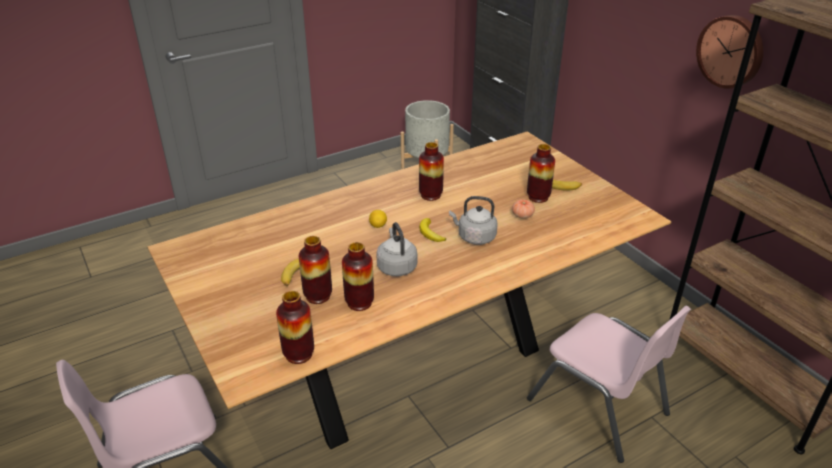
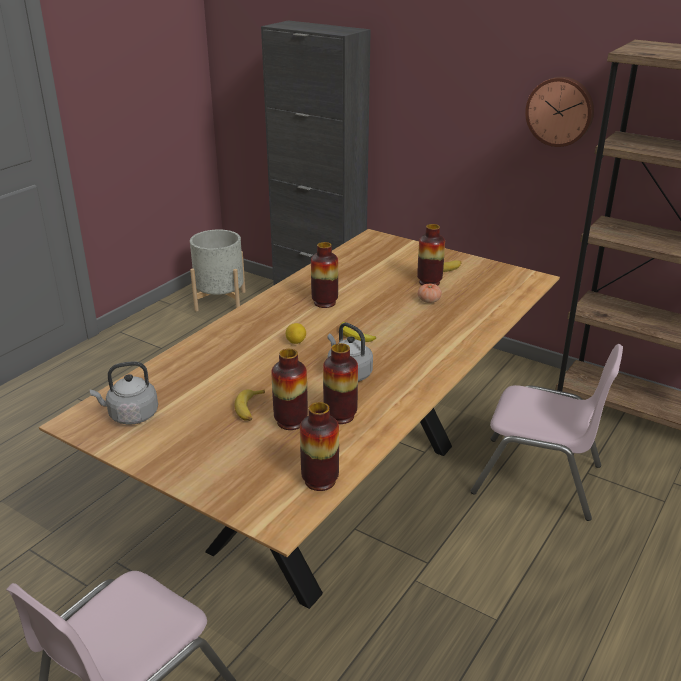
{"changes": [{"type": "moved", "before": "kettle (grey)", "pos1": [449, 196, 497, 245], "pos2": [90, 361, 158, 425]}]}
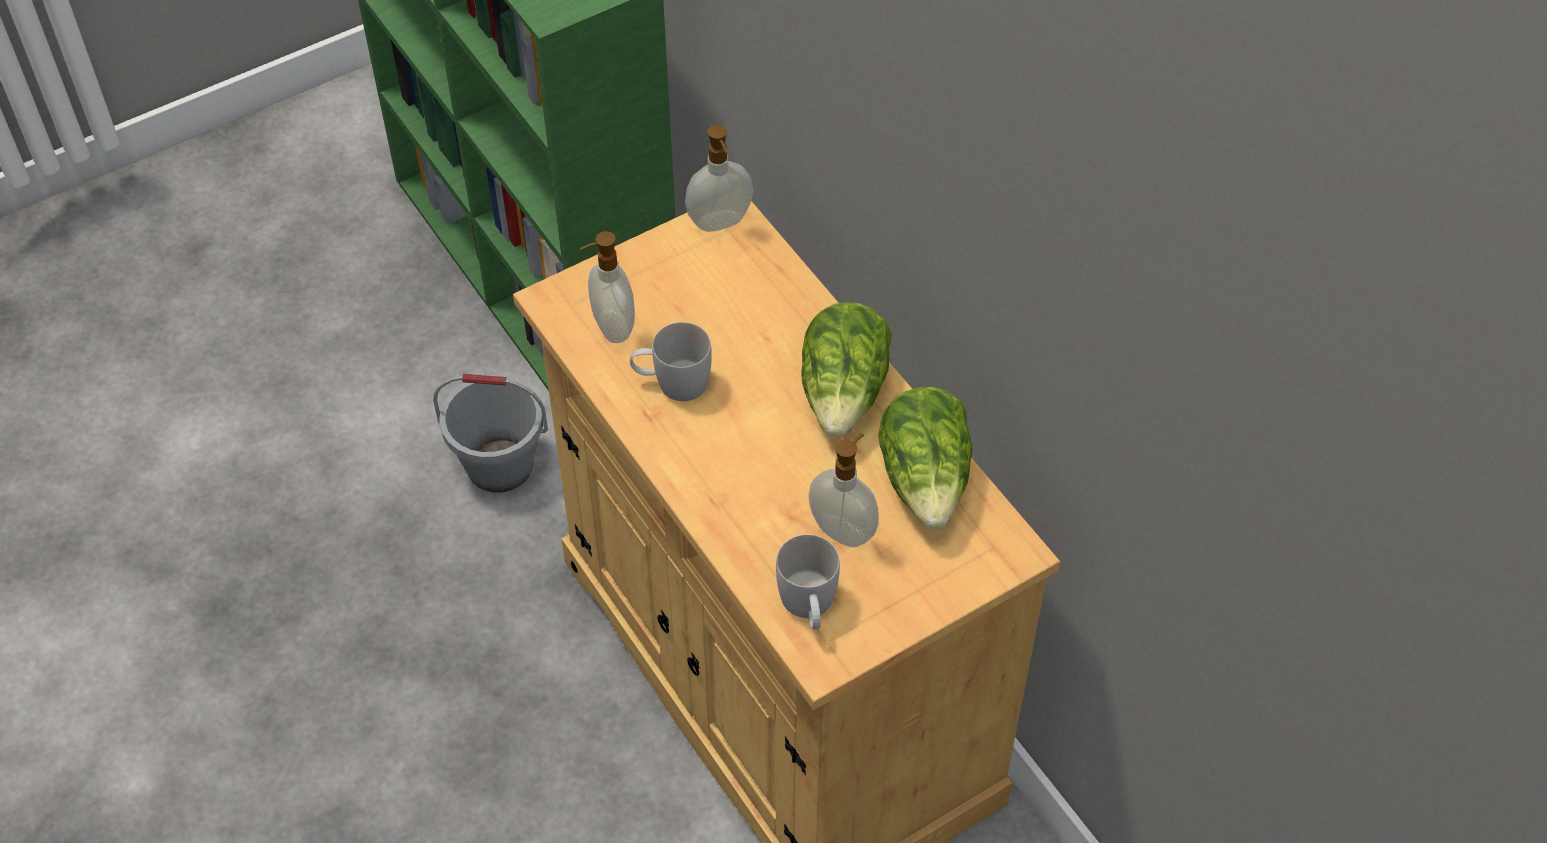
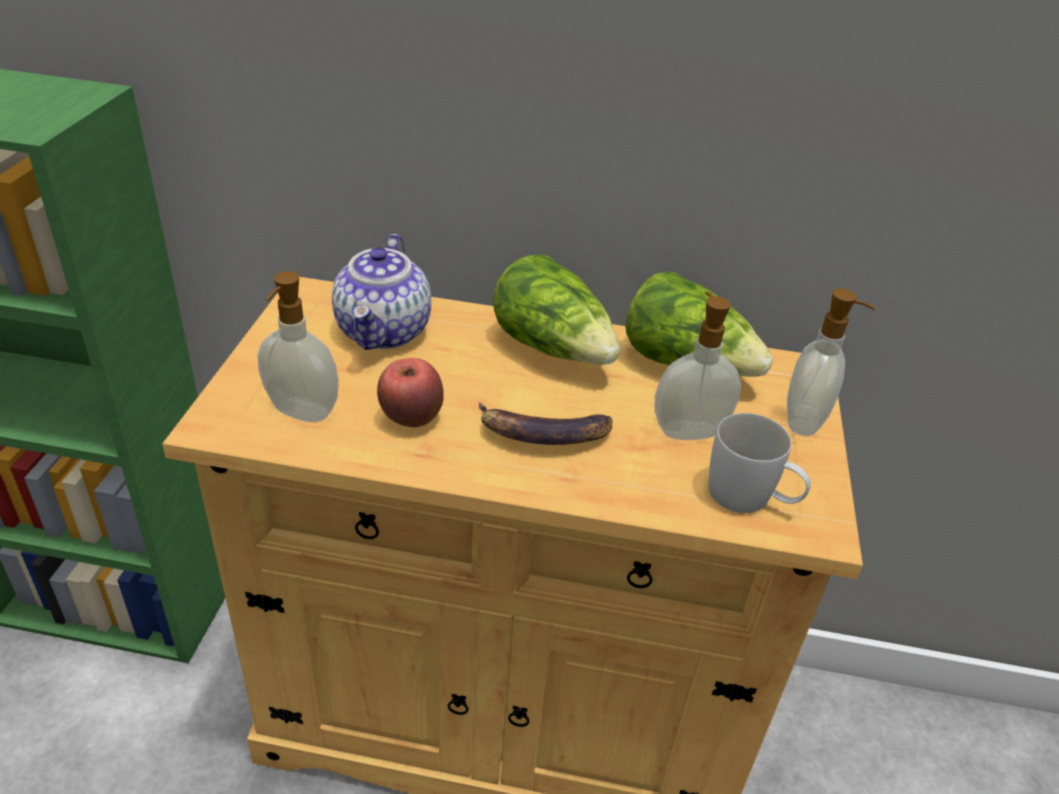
{"changes": [{"type": "removed", "before": "bucket (grey)", "pos1": [433, 374, 548, 493]}, {"type": "replaced", "before": "mug (white)", "after": "apple", "pos1": [630, 322, 712, 401], "pos2": [377, 358, 444, 427]}, {"type": "moved", "before": "soap dispenser", "pos1": [685, 125, 753, 232], "pos2": [787, 288, 875, 436]}, {"type": "added", "after": "teapot", "pos2": [332, 234, 431, 350]}, {"type": "added", "after": "banana", "pos2": [479, 402, 612, 445]}]}
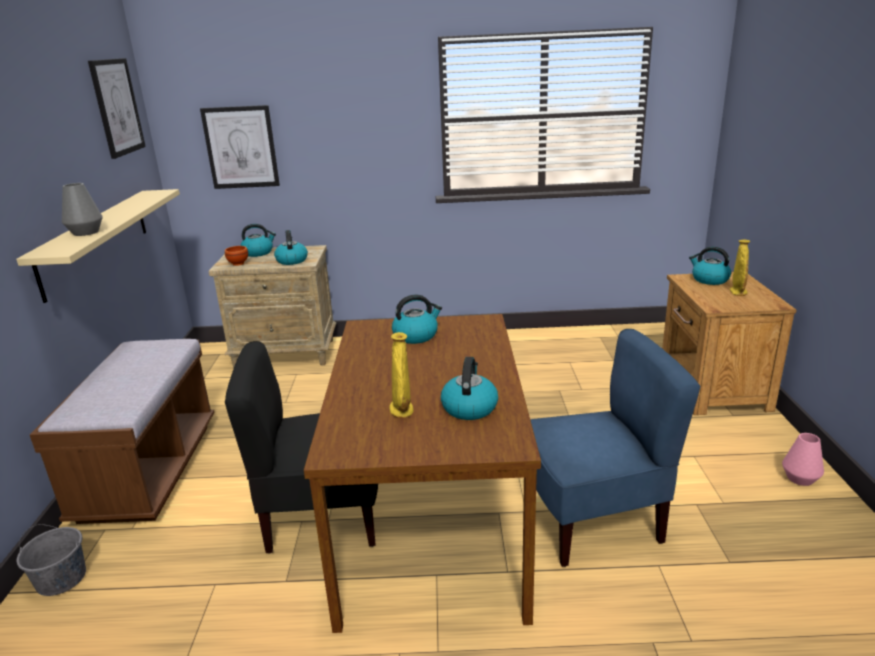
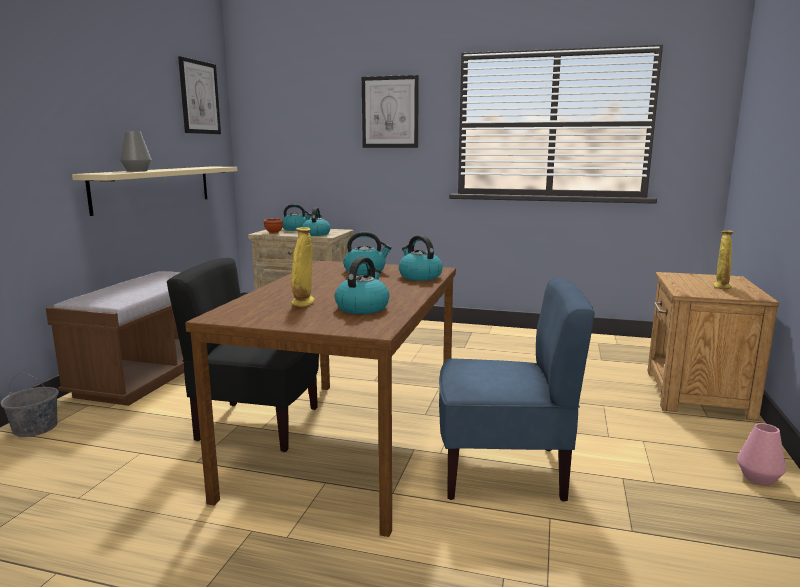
{"changes": [{"type": "moved", "before": "picture", "pos1": [200, 105, 280, 189], "pos2": [362, 75, 419, 148]}, {"type": "moved", "before": "kettle", "pos1": [689, 247, 731, 285], "pos2": [399, 235, 443, 281]}]}
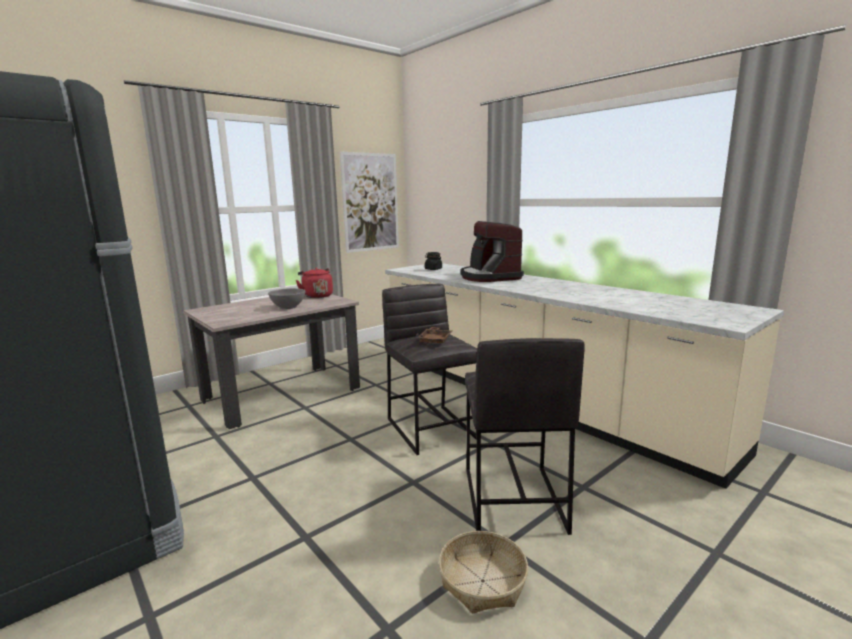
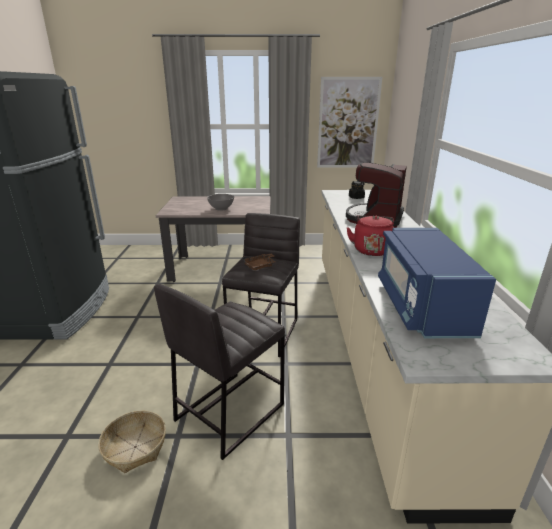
{"changes": [{"type": "moved", "before": "kettle (red)", "pos1": [296, 268, 333, 298], "pos2": [346, 215, 394, 256]}, {"type": "added", "after": "microwave (blue)", "pos2": [378, 228, 496, 338]}]}
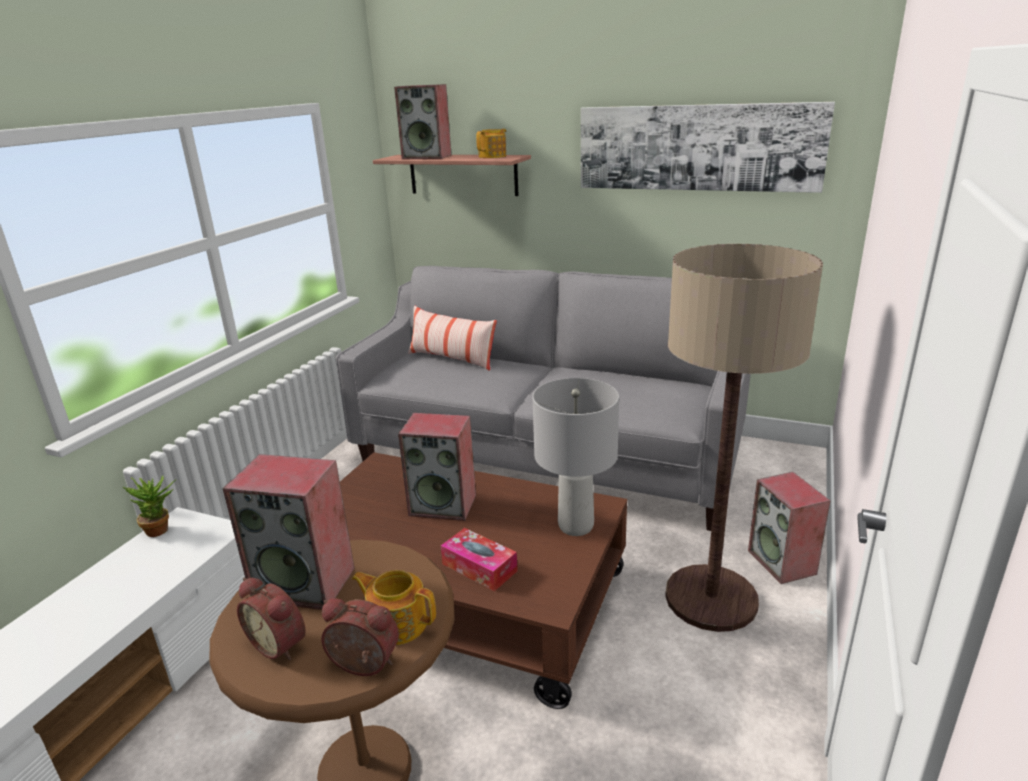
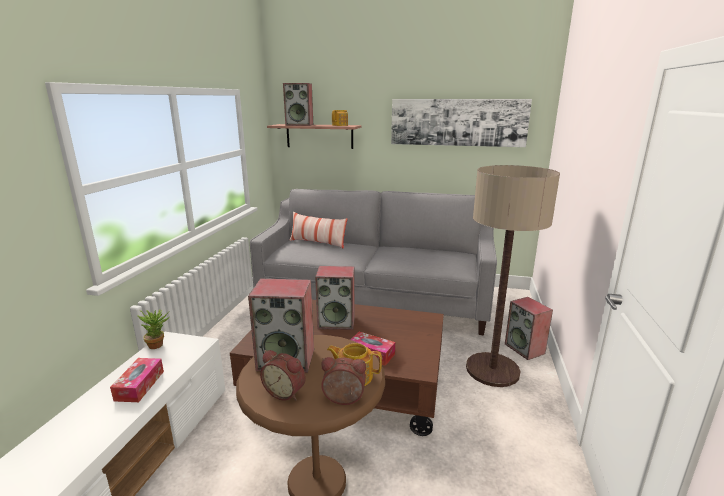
{"changes": [{"type": "removed", "before": "table lamp (grey)", "pos1": [533, 378, 619, 536]}, {"type": "added", "after": "tissue box", "pos2": [110, 358, 164, 402]}]}
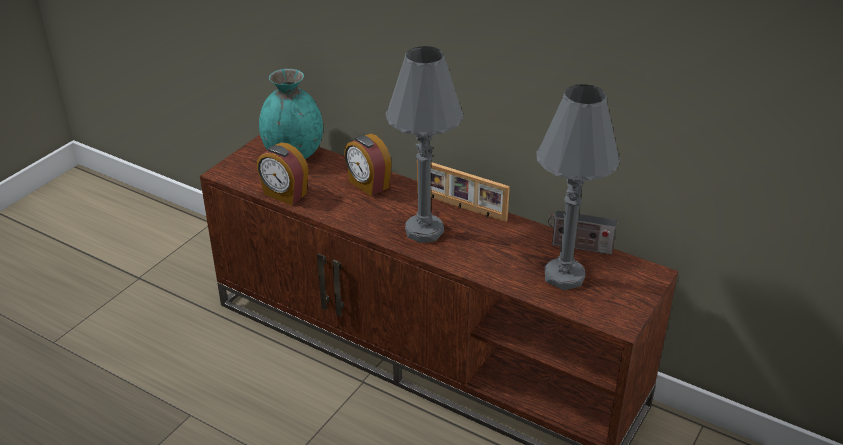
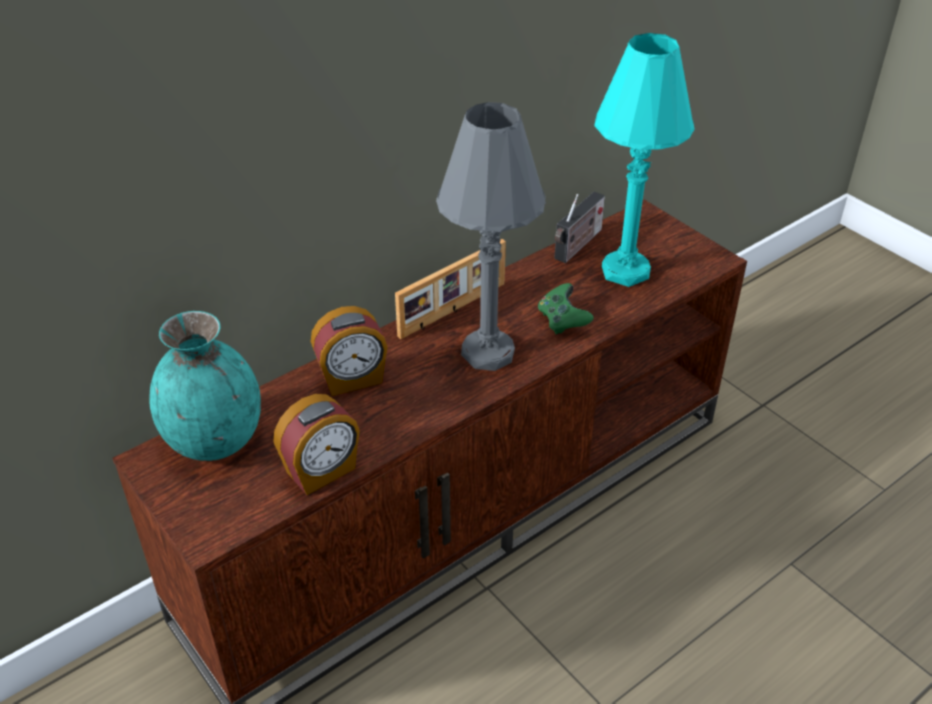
{"changes": [{"type": "recoloured", "before": "table lamp (grey)", "after": "table lamp (turquoise)", "pos1": [537, 84, 620, 290], "pos2": [594, 33, 694, 287]}, {"type": "added", "after": "game controller (green)", "pos2": [538, 283, 594, 335]}]}
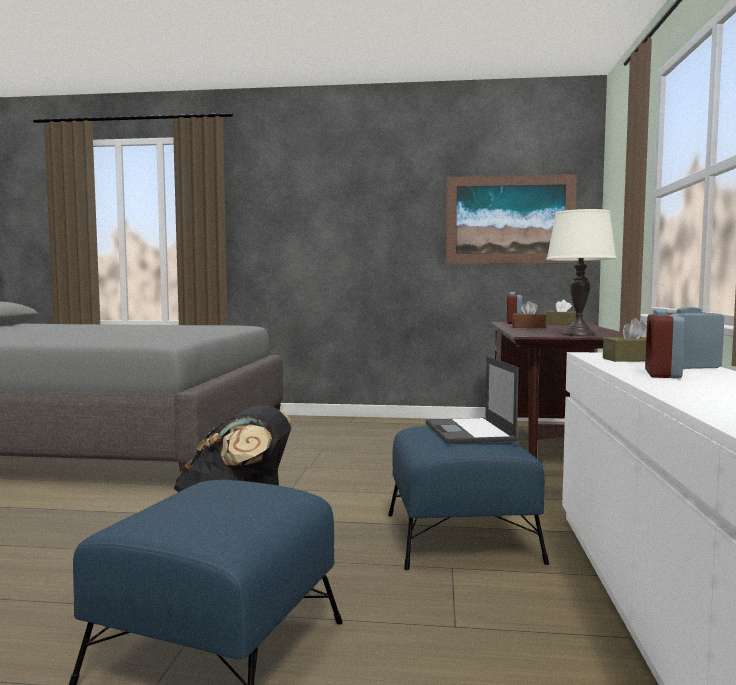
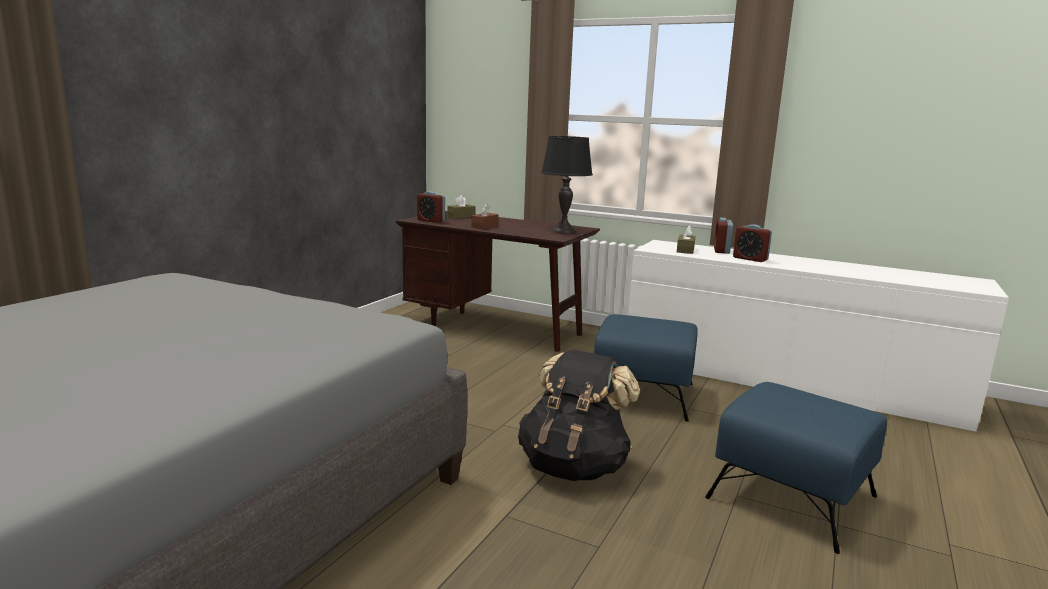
{"changes": [{"type": "removed", "before": "laptop", "pos1": [426, 356, 519, 444]}, {"type": "removed", "before": "picture", "pos1": [446, 174, 577, 264]}, {"type": "recoloured", "before": "table lamp (white)", "after": "table lamp (black)", "pos1": [546, 209, 617, 336], "pos2": [541, 136, 593, 233]}]}
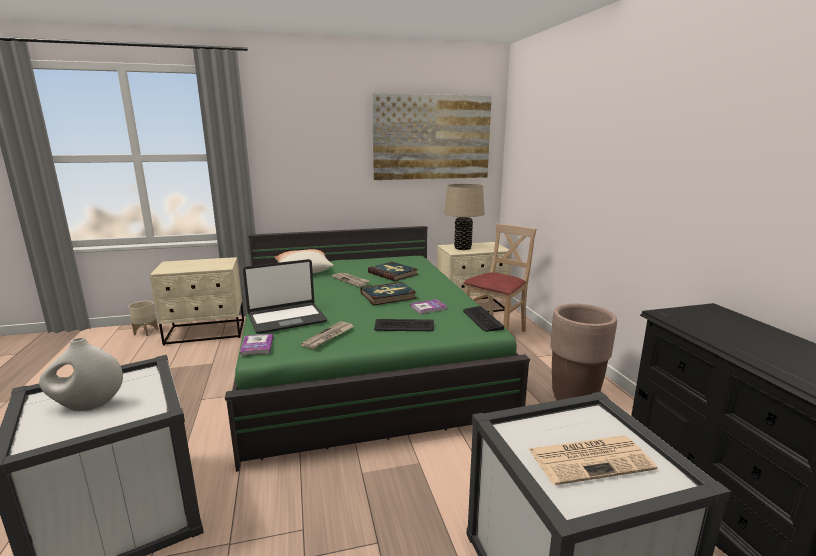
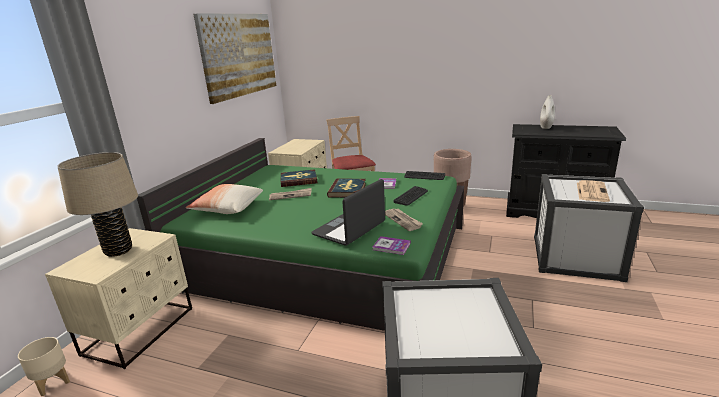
{"changes": [{"type": "moved", "before": "vase (white)", "pos1": [39, 338, 123, 411], "pos2": [540, 95, 555, 129]}, {"type": "turned", "before": "laptop", "pos1": [243, 259, 327, 334], "pos2": [311, 179, 385, 246], "turn": -150}, {"type": "moved", "before": "table lamp (beige)", "pos1": [444, 184, 485, 250], "pos2": [57, 152, 138, 257]}]}
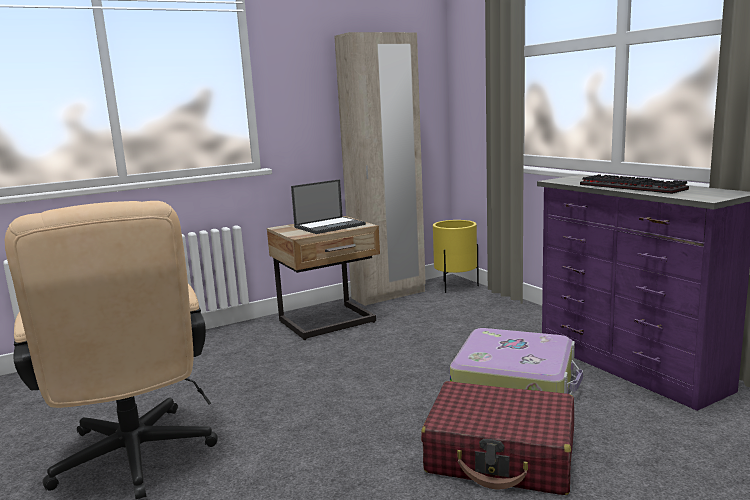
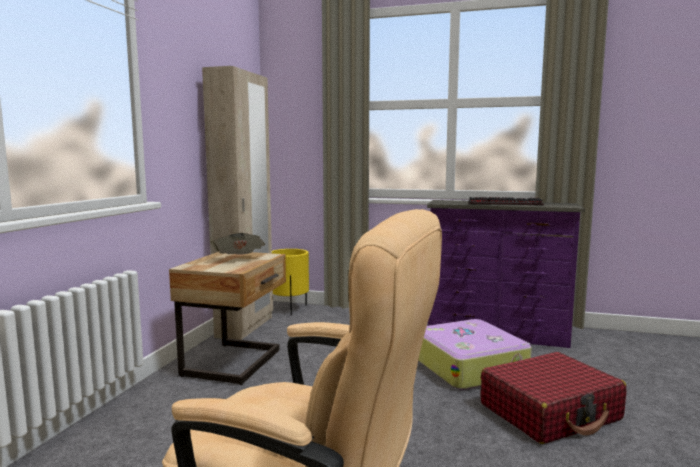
{"changes": [{"type": "replaced", "before": "laptop", "after": "newspaper", "pos1": [291, 179, 366, 234], "pos2": [211, 233, 265, 254]}]}
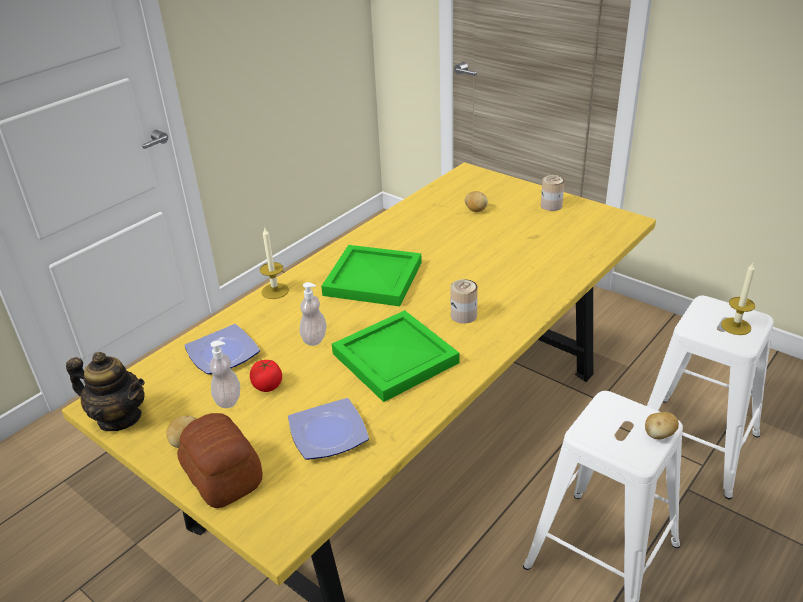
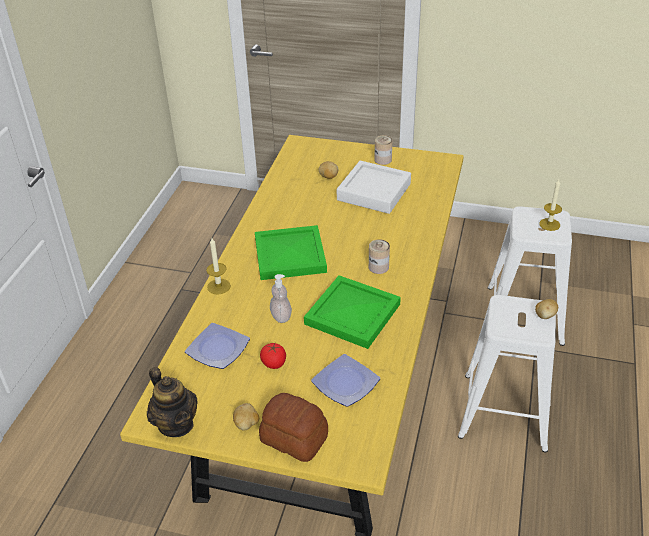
{"changes": [{"type": "turned", "before": "teapot", "pos1": [66, 352, 145, 431], "pos2": [147, 367, 198, 437], "turn": 60}, {"type": "removed", "before": "soap dispenser", "pos1": [210, 341, 240, 408]}, {"type": "added", "after": "tray (white)", "pos2": [337, 161, 411, 214]}]}
